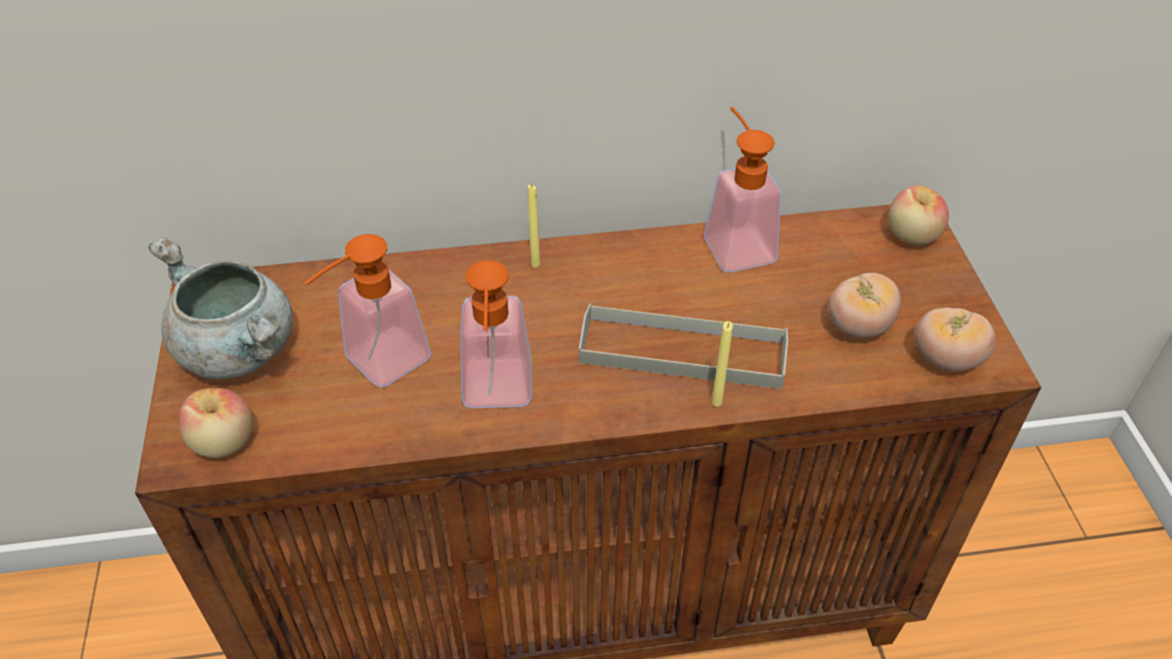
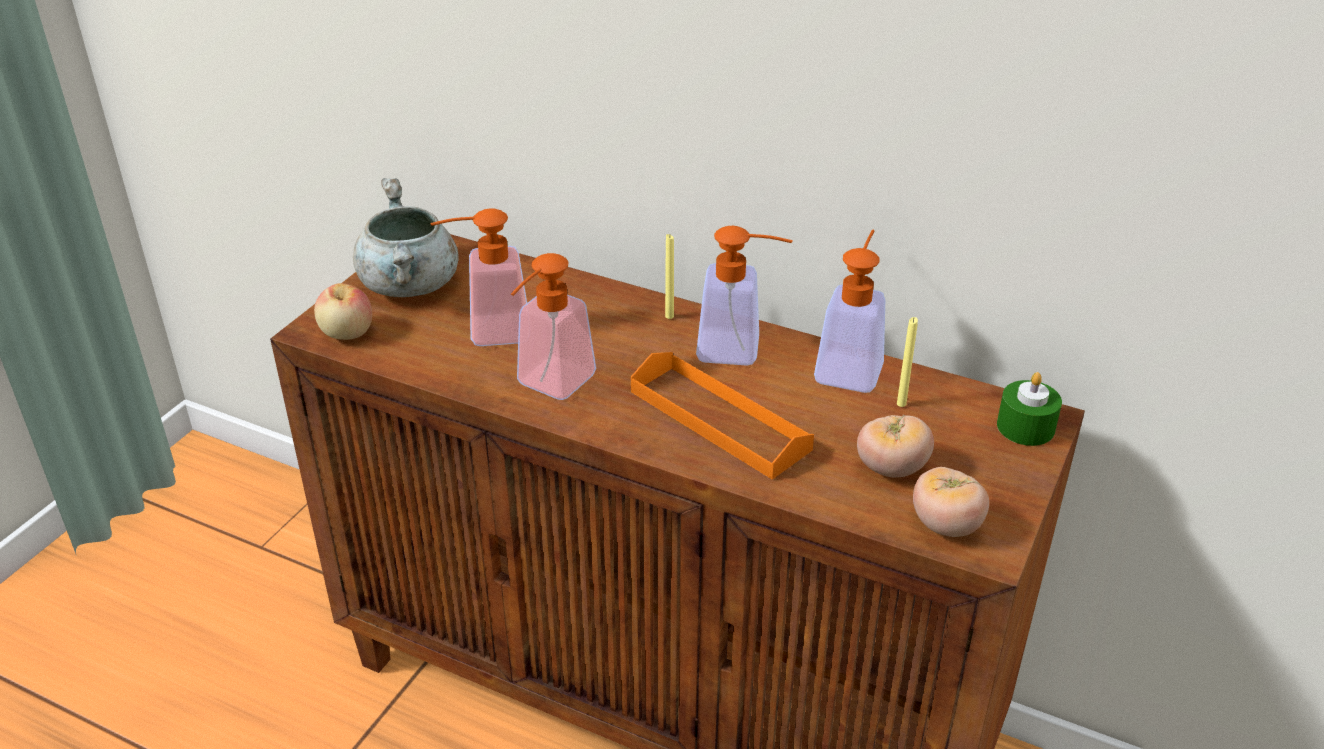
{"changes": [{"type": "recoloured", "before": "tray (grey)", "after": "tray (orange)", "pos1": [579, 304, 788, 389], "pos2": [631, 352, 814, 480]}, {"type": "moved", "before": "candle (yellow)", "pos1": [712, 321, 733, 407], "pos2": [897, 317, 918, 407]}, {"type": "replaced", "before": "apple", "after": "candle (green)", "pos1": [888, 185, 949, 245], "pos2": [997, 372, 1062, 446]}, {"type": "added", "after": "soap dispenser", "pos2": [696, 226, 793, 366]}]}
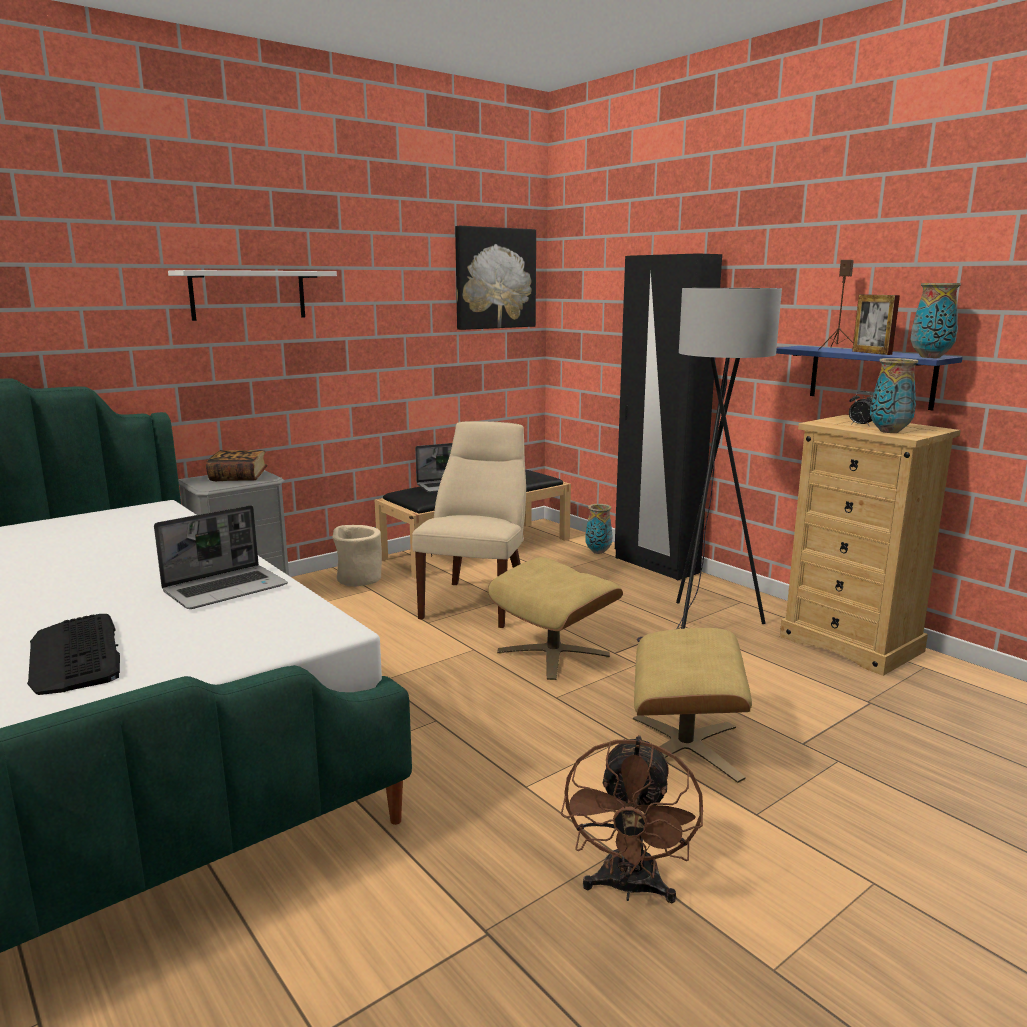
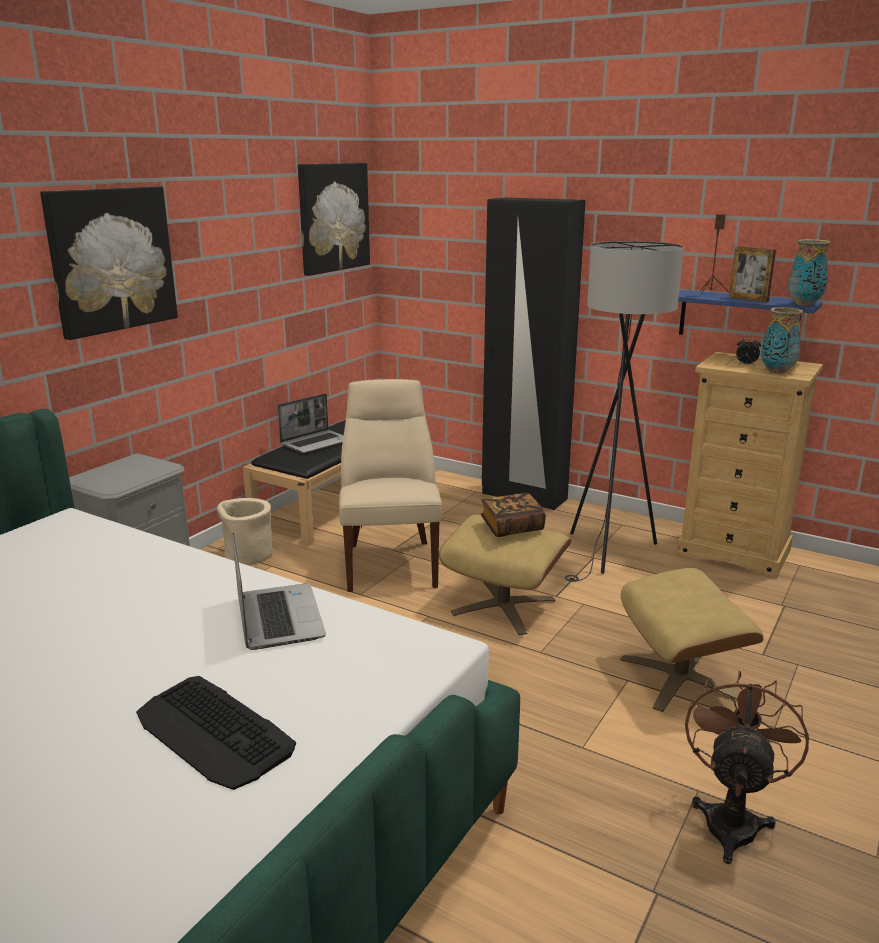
{"changes": [{"type": "turned", "before": "laptop", "pos1": [154, 505, 288, 609], "pos2": [232, 532, 326, 650], "turn": -45}, {"type": "replaced", "before": "shelf (white)", "after": "picture", "pos1": [168, 270, 337, 321], "pos2": [40, 186, 178, 340]}, {"type": "moved", "before": "book", "pos1": [206, 450, 268, 481], "pos2": [481, 493, 546, 537]}, {"type": "turned", "before": "fan (brown)", "pos1": [561, 735, 703, 903], "pos2": [685, 671, 809, 864], "turn": -150}, {"type": "removed", "before": "vase", "pos1": [586, 504, 613, 554]}]}
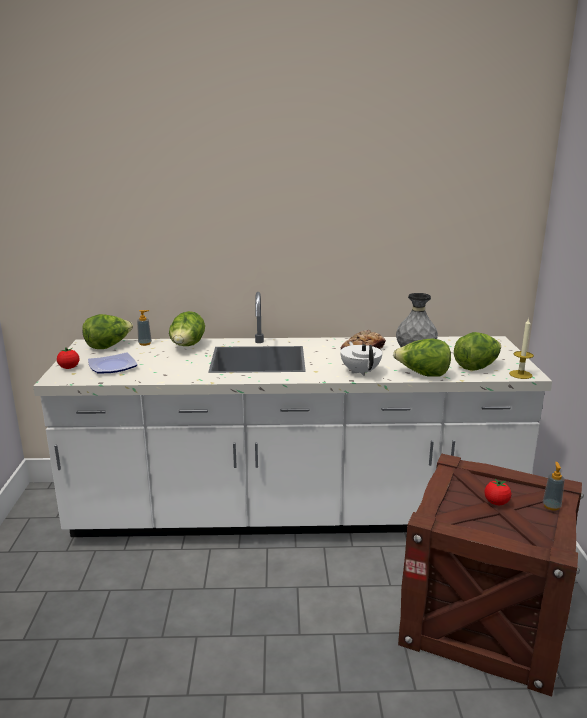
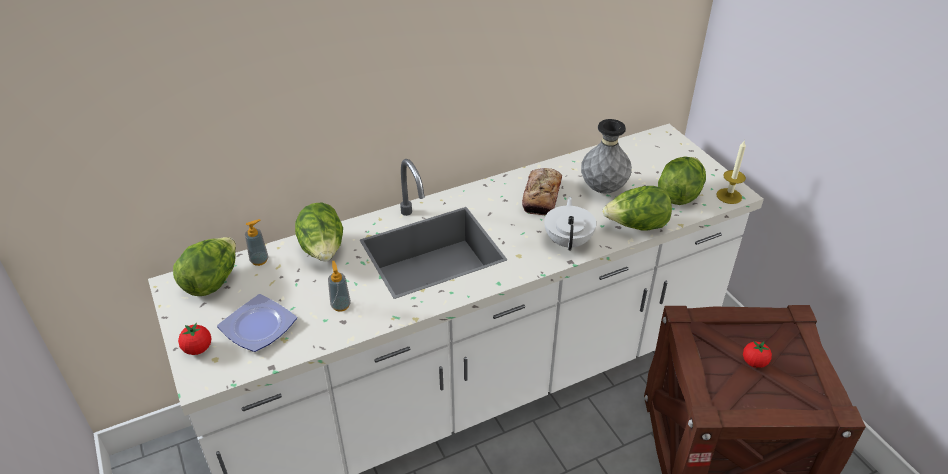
{"changes": [{"type": "turned", "before": "teapot (white)", "pos1": [340, 341, 382, 376], "pos2": [544, 197, 596, 250], "turn": 45}, {"type": "moved", "before": "soap dispenser", "pos1": [543, 462, 565, 511], "pos2": [328, 261, 351, 312]}]}
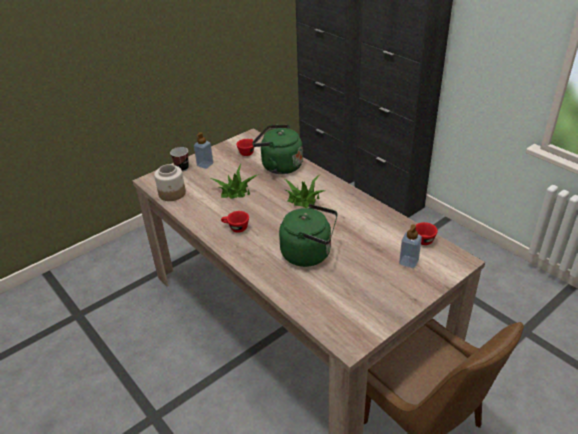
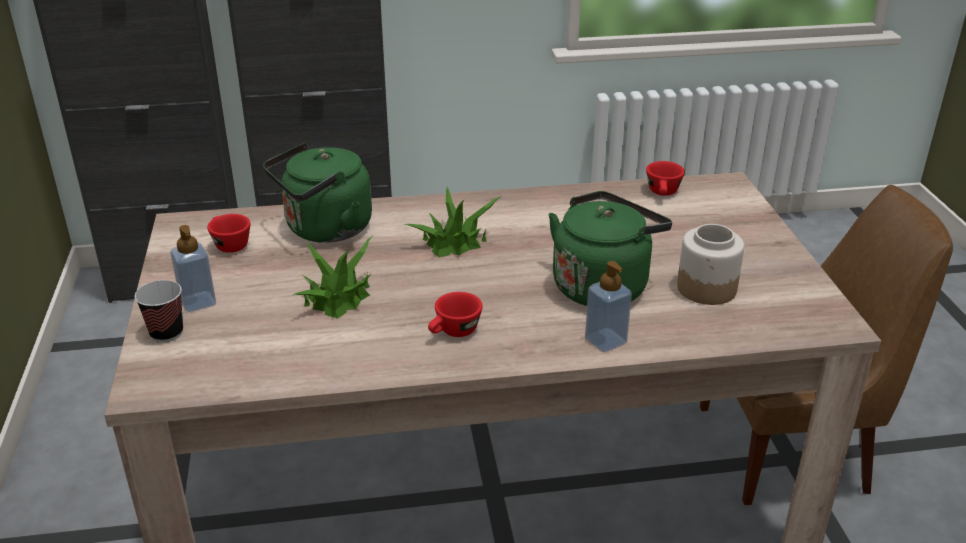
{"changes": [{"type": "moved", "before": "jar", "pos1": [154, 164, 186, 201], "pos2": [677, 224, 744, 305]}, {"type": "moved", "before": "soap dispenser", "pos1": [399, 224, 422, 268], "pos2": [585, 261, 632, 352]}]}
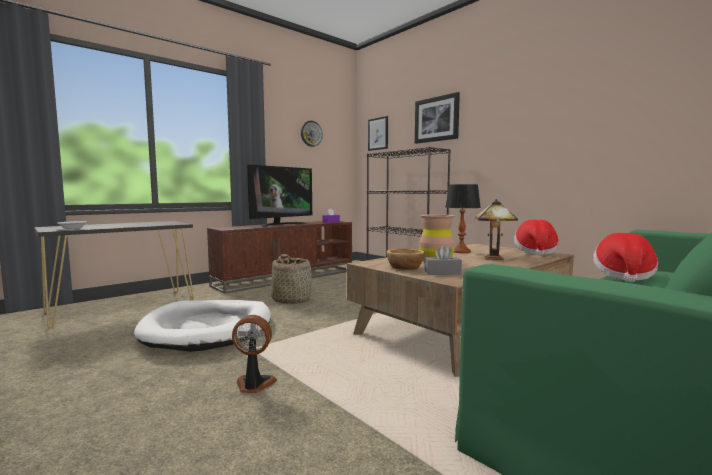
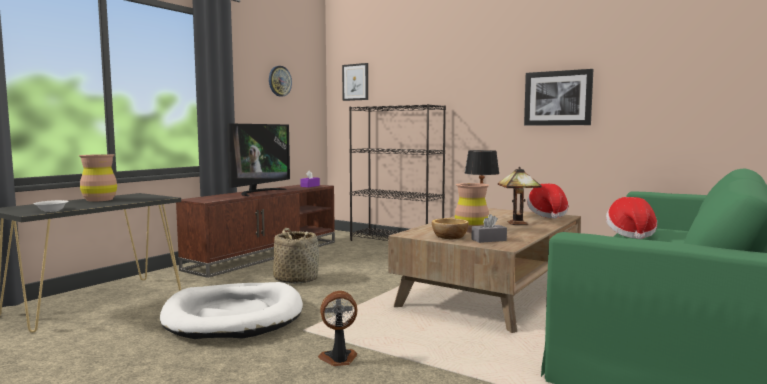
{"changes": [{"type": "moved", "before": "picture", "pos1": [415, 92, 460, 144], "pos2": [524, 69, 593, 126]}, {"type": "added", "after": "vase (brown)", "pos2": [78, 154, 117, 202]}]}
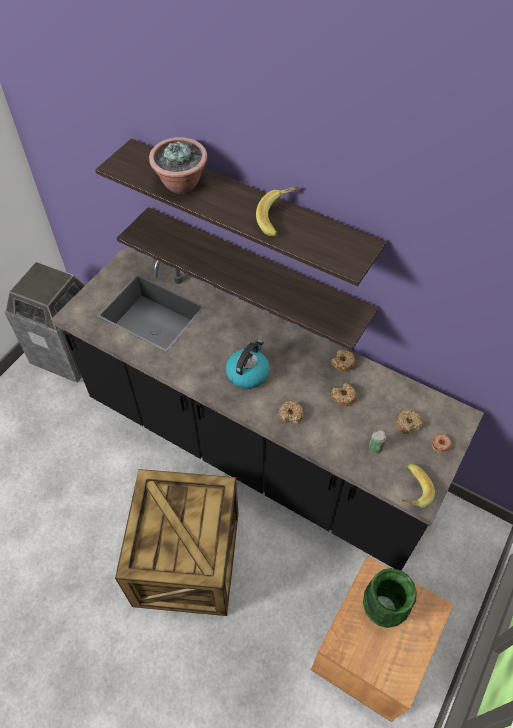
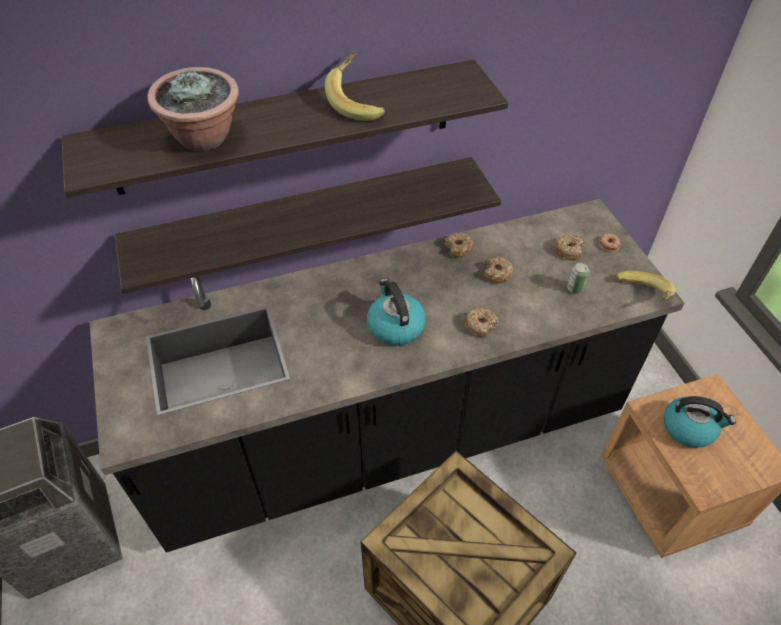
{"changes": [{"type": "replaced", "before": "vase (green)", "after": "kettle", "pos1": [363, 568, 417, 628], "pos2": [664, 396, 736, 448]}]}
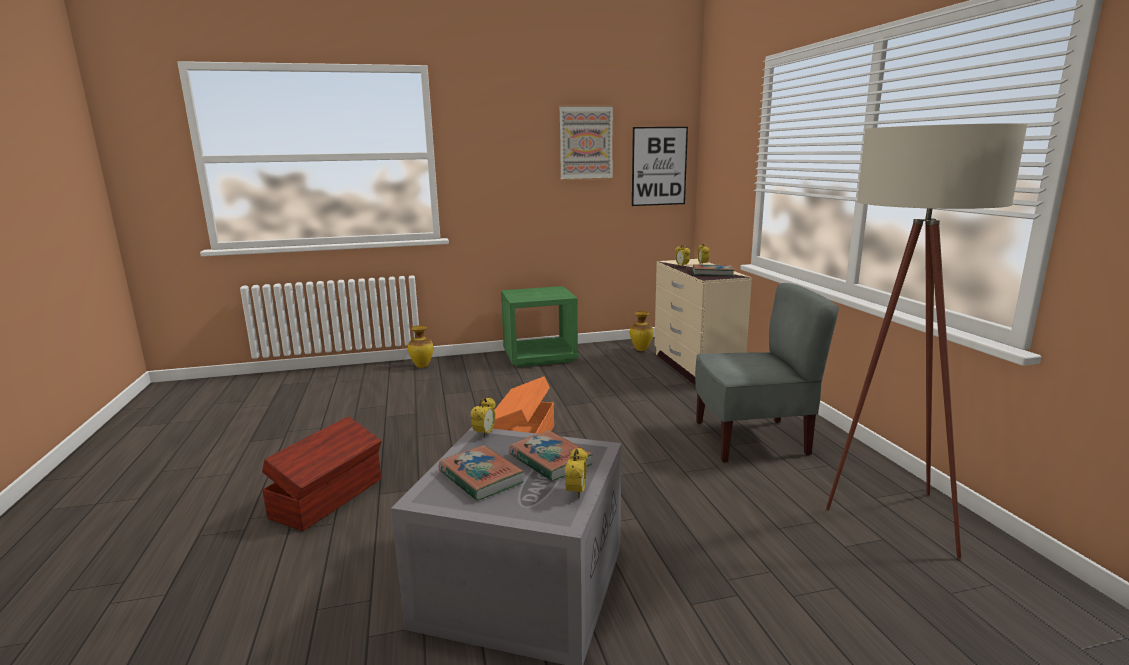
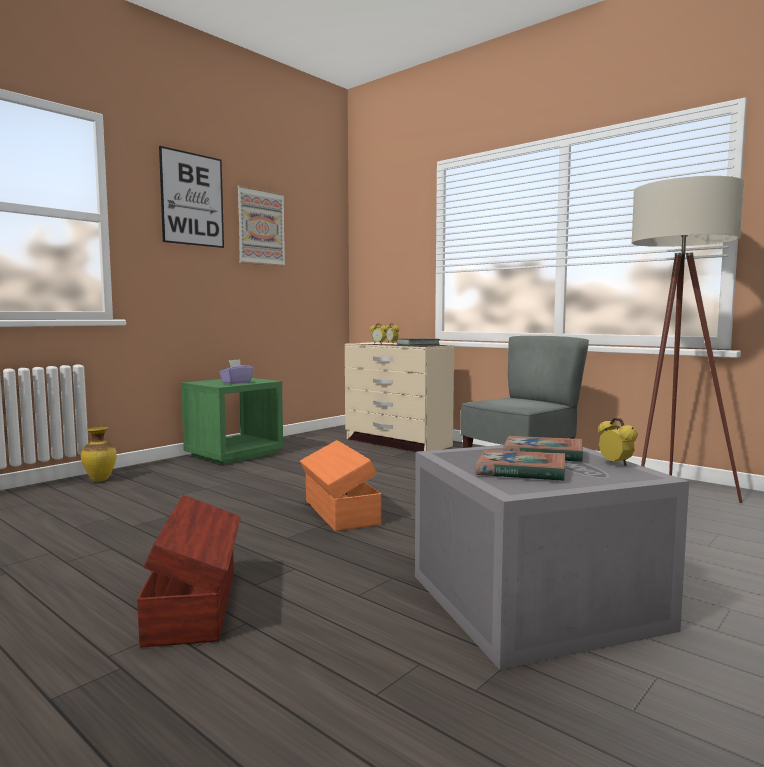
{"changes": [{"type": "removed", "before": "alarm clock", "pos1": [471, 397, 496, 438]}, {"type": "removed", "before": "vase", "pos1": [630, 311, 653, 351]}, {"type": "moved", "before": "picture", "pos1": [632, 127, 688, 206], "pos2": [159, 146, 224, 248]}, {"type": "added", "after": "tissue box (purple)", "pos2": [219, 359, 253, 384]}]}
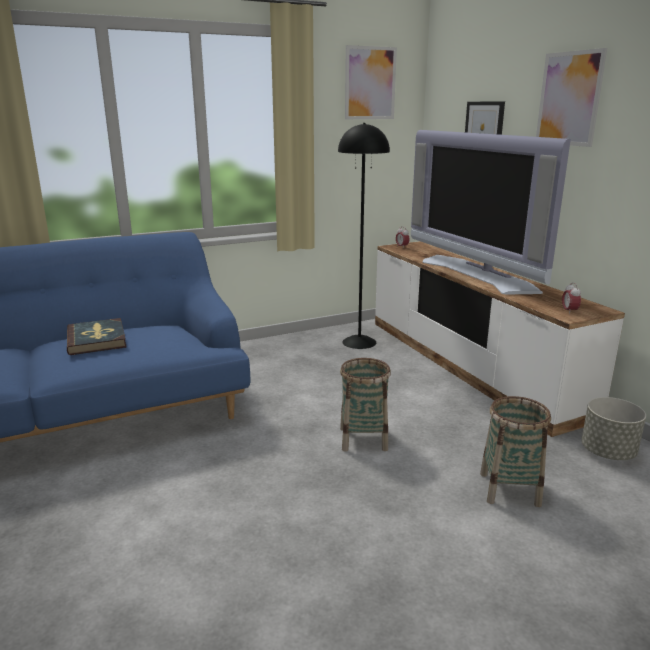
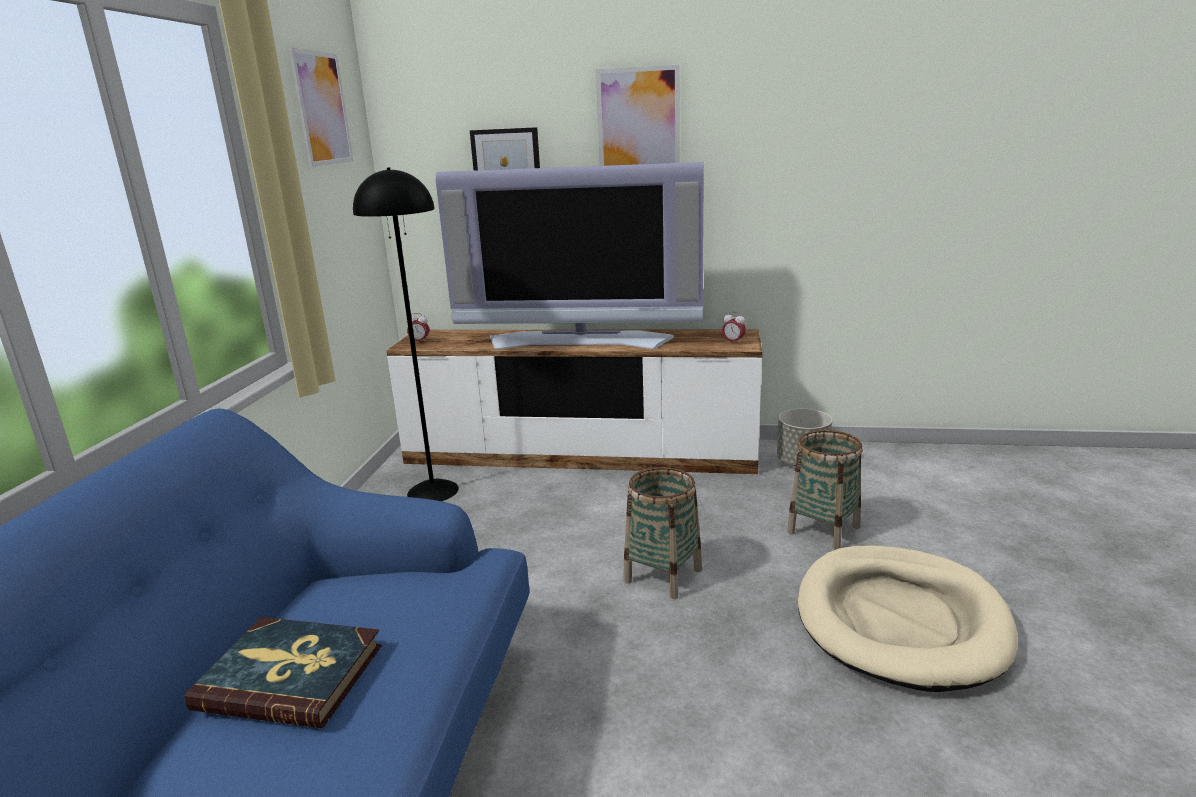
{"changes": [{"type": "added", "after": "dog bed (beige)", "pos2": [798, 545, 1018, 692]}]}
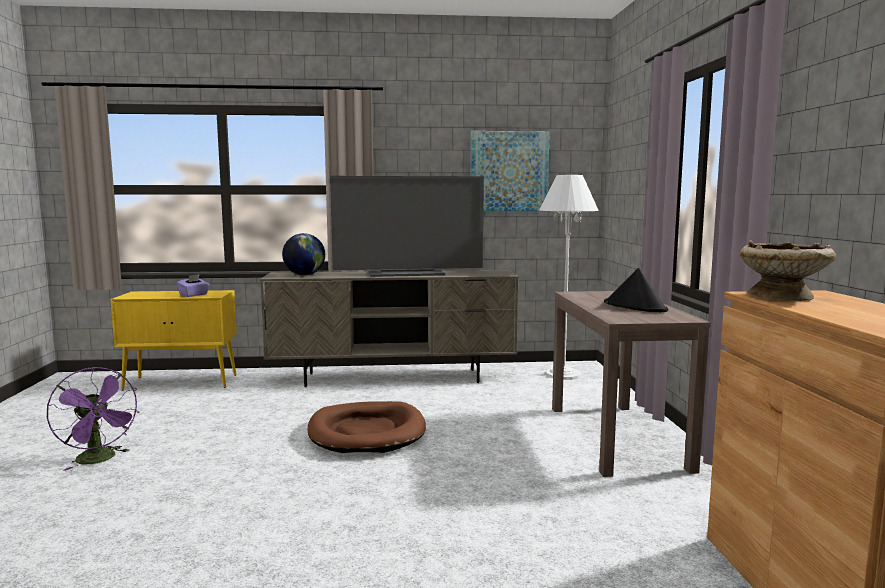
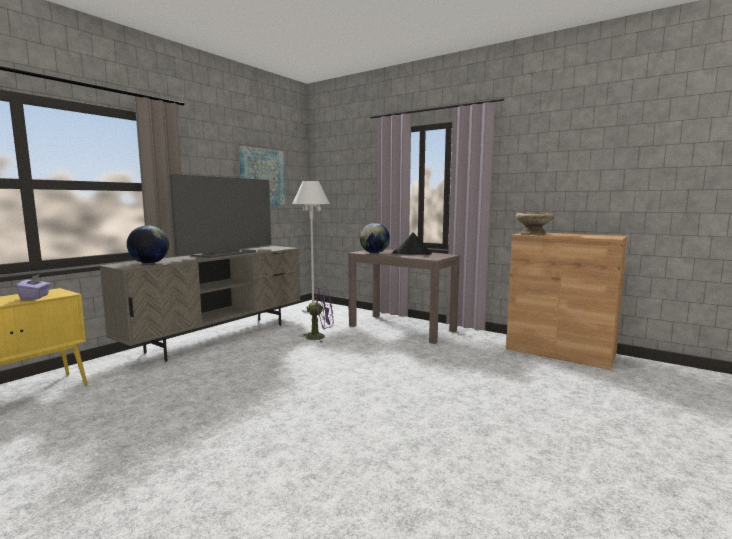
{"changes": [{"type": "moved", "before": "fan (purple)", "pos1": [47, 367, 140, 471], "pos2": [300, 286, 333, 342]}, {"type": "removed", "before": "dog bed (brown)", "pos1": [308, 401, 426, 453]}, {"type": "added", "after": "globe", "pos2": [360, 223, 390, 253]}]}
